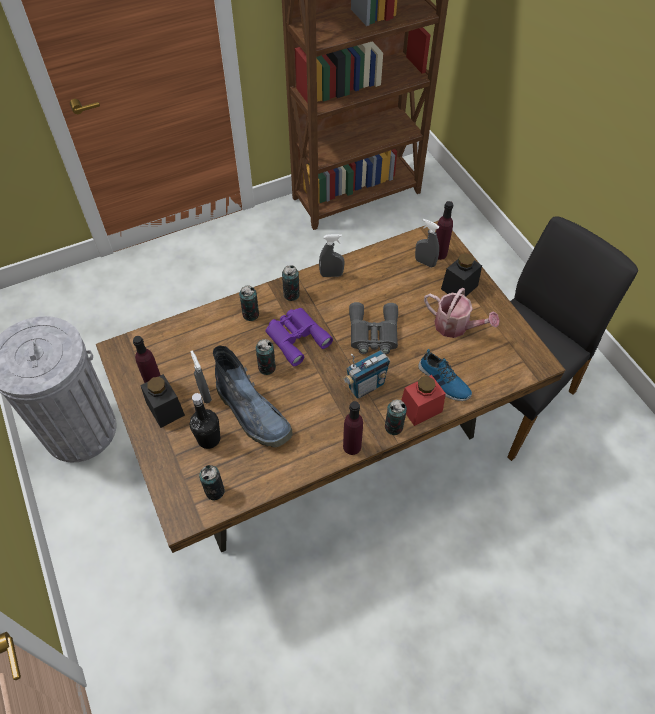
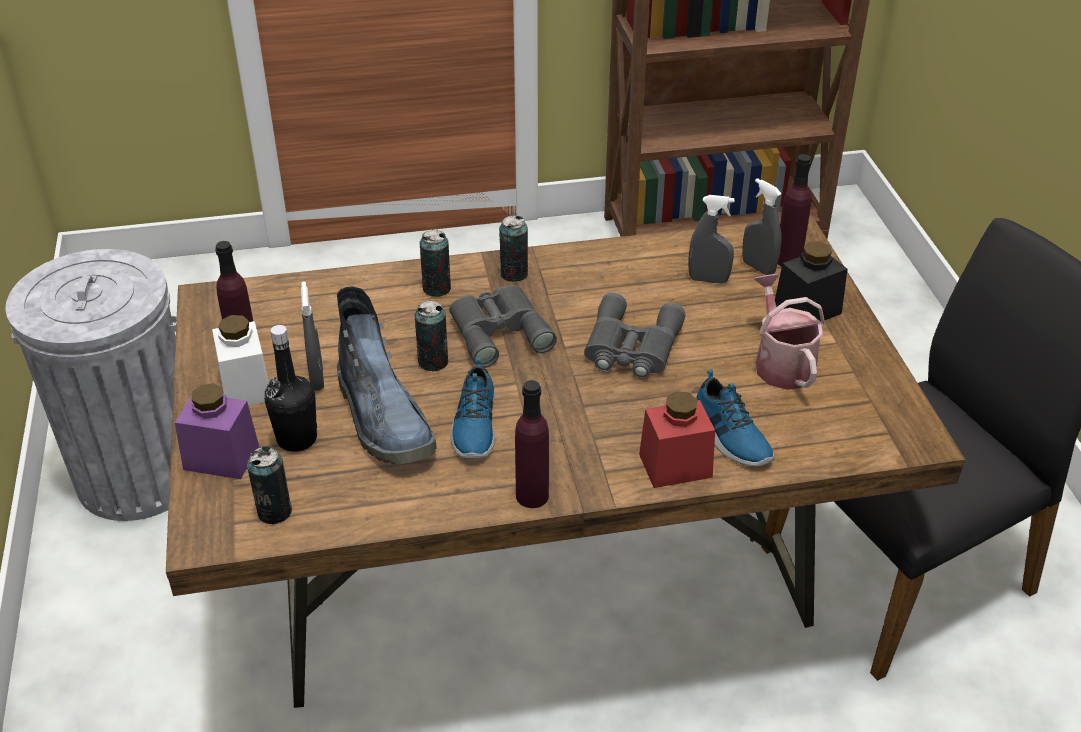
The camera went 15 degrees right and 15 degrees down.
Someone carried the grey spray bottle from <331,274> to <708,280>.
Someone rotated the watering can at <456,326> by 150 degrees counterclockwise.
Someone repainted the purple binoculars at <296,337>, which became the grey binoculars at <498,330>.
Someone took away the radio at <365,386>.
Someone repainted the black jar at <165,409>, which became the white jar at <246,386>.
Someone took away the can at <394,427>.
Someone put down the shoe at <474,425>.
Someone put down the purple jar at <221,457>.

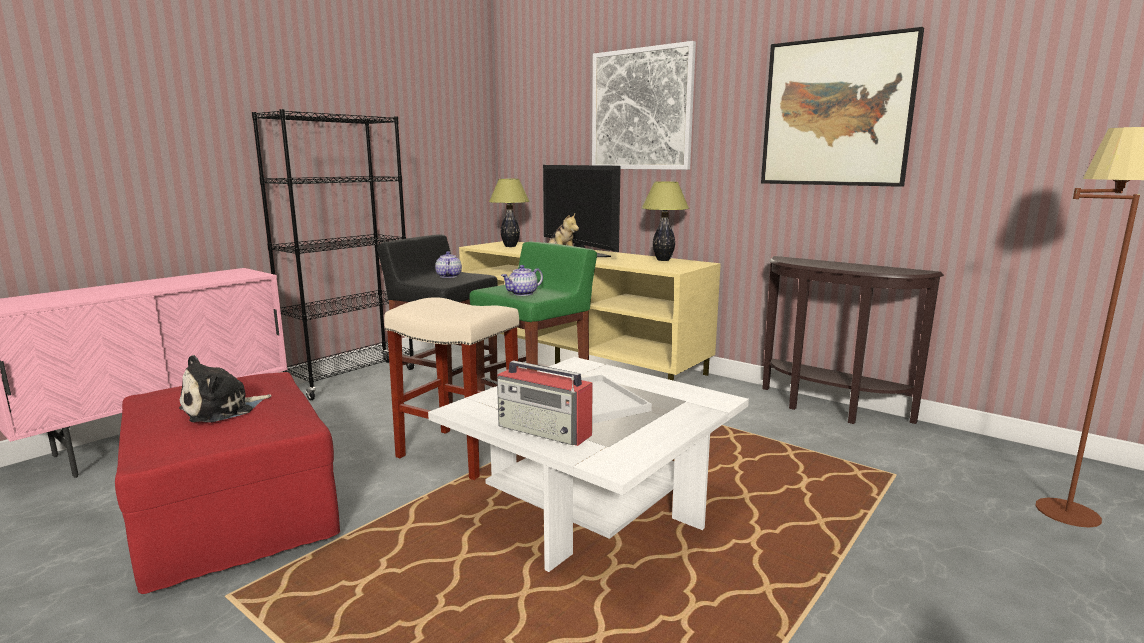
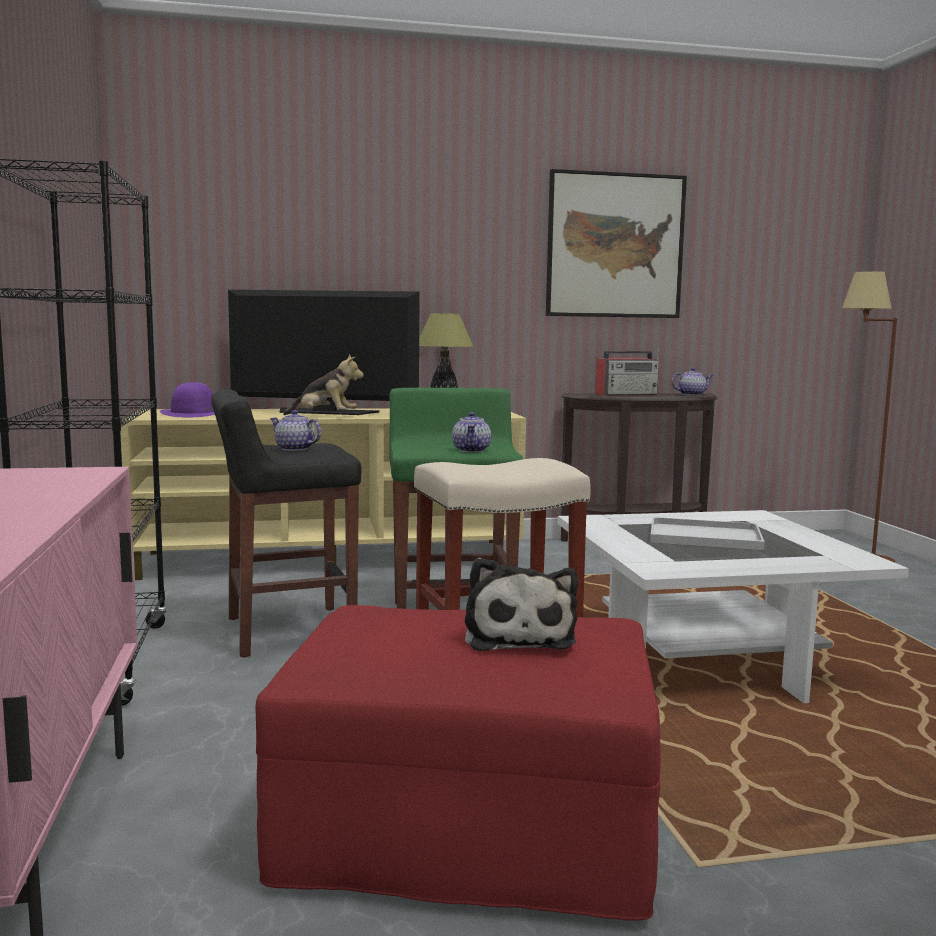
The camera went 50 degrees left and 5 degrees down.
Someone took away the picture at <641,110>.
Someone swapped the table lamp at <510,246> for the purple hat at <193,413>.
Someone carried the radio from <545,431> to <627,394>.
Someone put down the teapot at <691,394>.

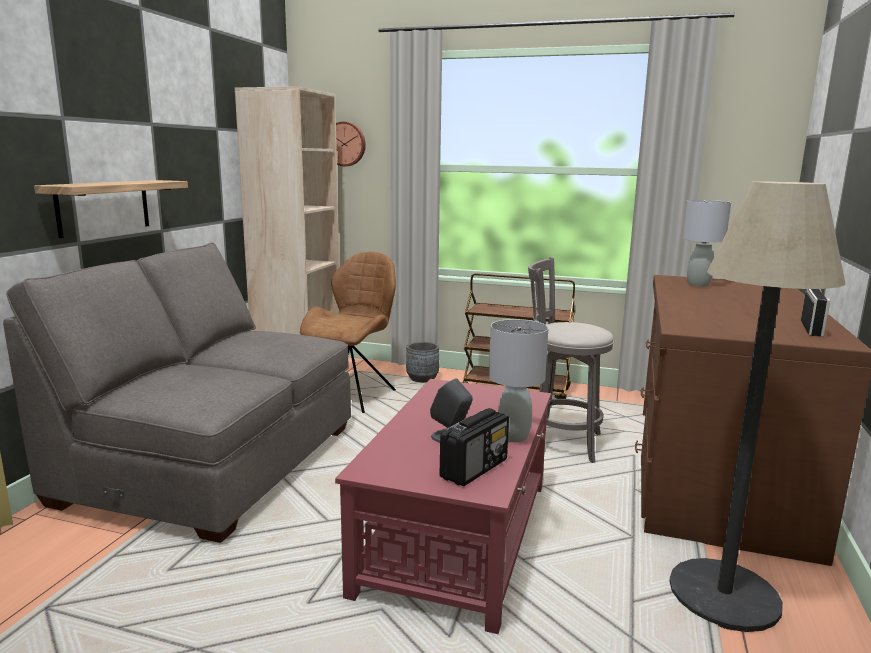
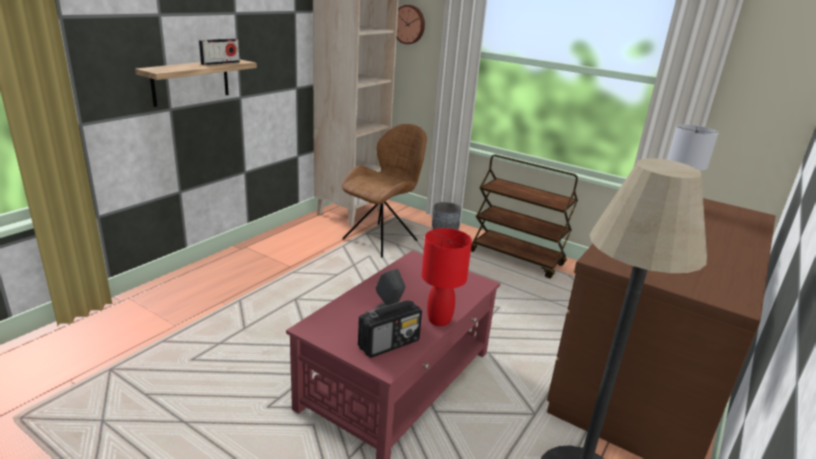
The camera went 15 degrees right and 10 degrees up.
Someone took away the grey sofa at <215,462>.
Someone took away the grey stool at <560,443>.
Someone carried the radio from <811,328> to <220,63>.
Someone repainted the grey table lamp at <513,436>, which became the red table lamp at <438,320>.

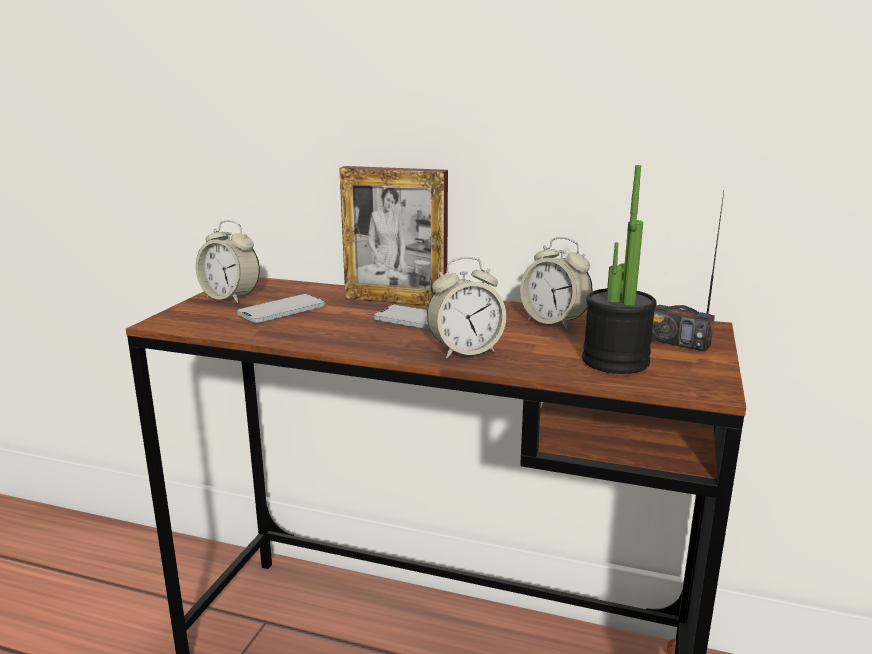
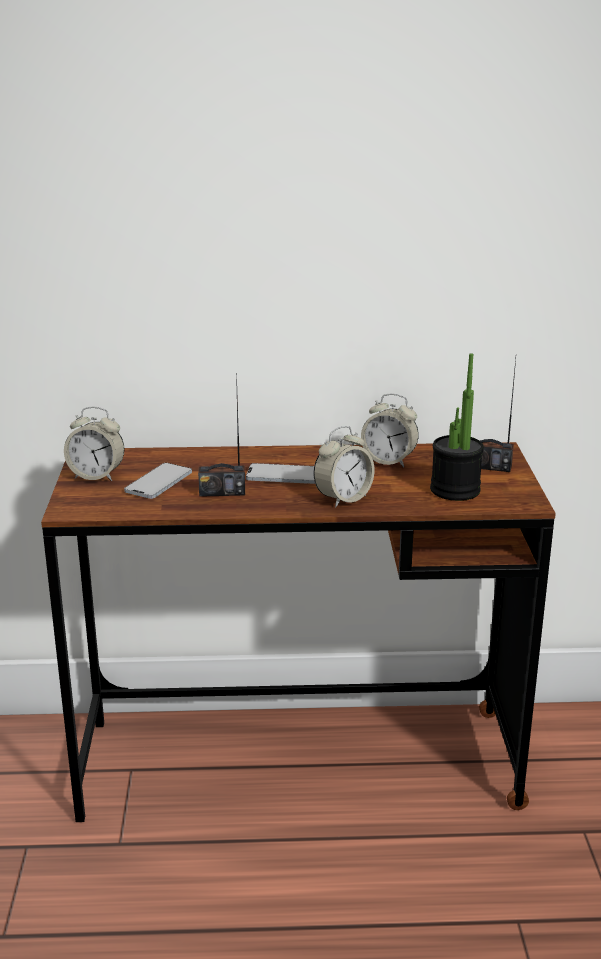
The camera went 20 degrees left and 5 degrees up.
Someone took away the picture frame at <395,300>.
Someone put down the radio at <222,492>.

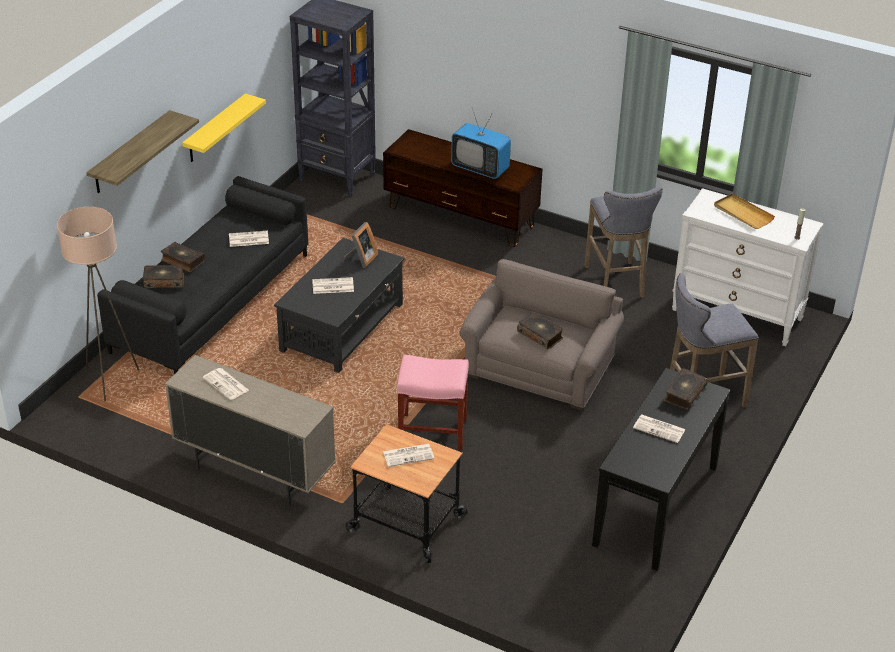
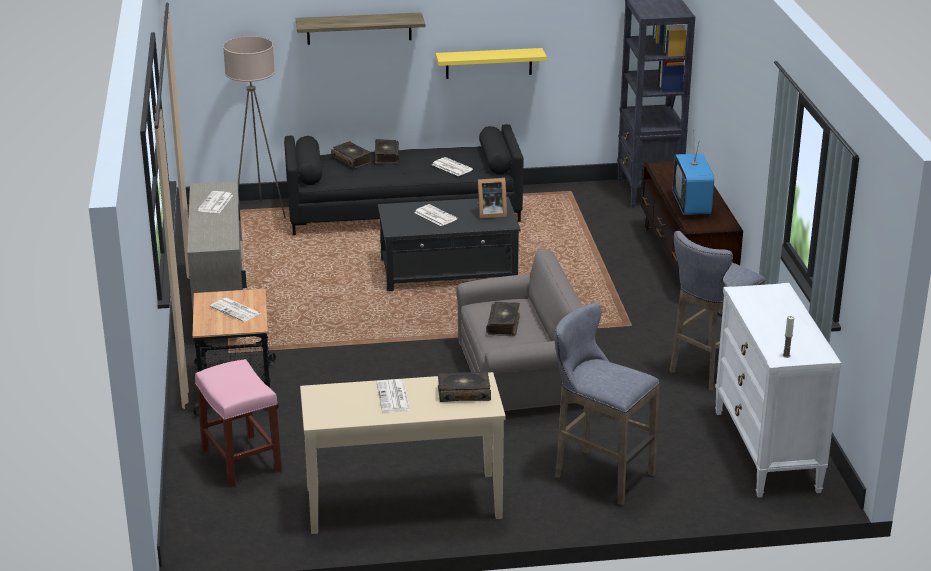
The camera went 55 degrees right and 10 degrees down.
Someone took away the beige tray at <742,213>.
Someone carried the pink stool from <431,431> to <240,460>.
Someone repainted the black console table at <656,505>, which became the beige console table at <403,503>.

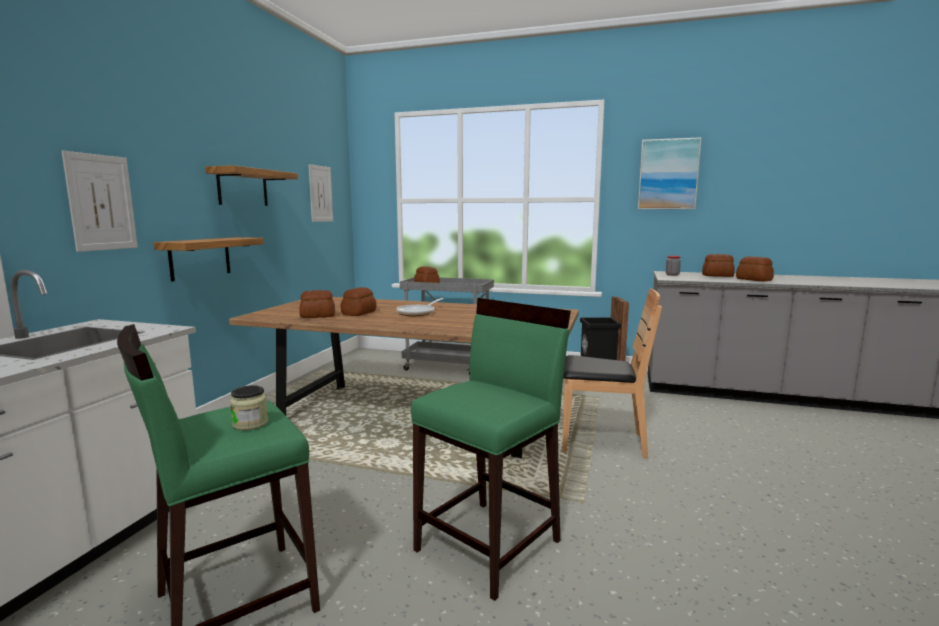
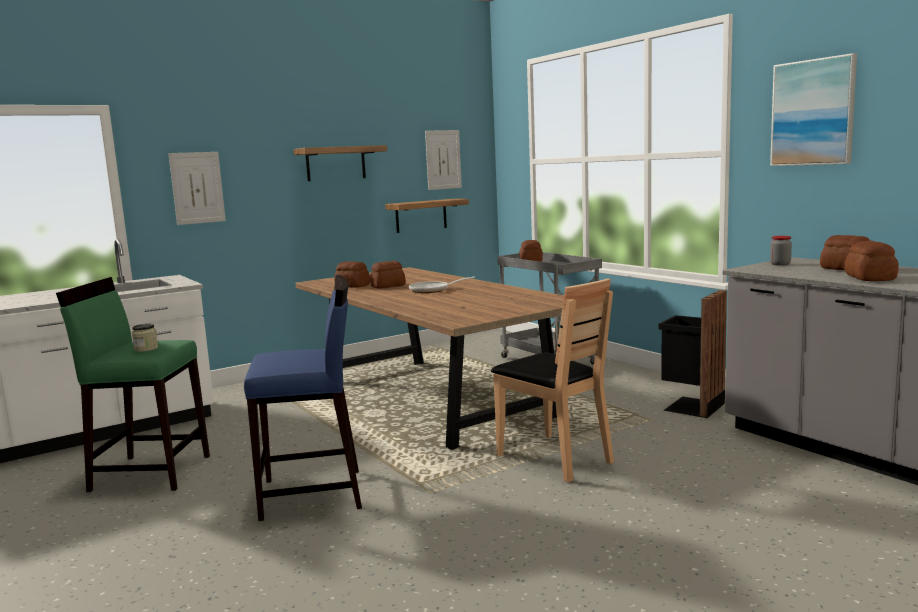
The camera went 40 degrees right and 0 degrees up.
Someone carried the shelf from <200,258> to <421,215>.
Someone repainted the green stool at <490,545>, which became the blue stool at <313,494>.

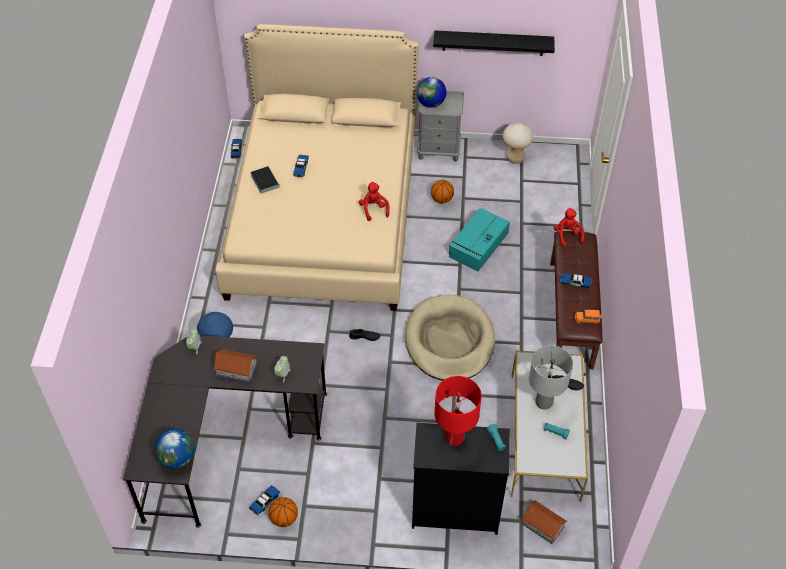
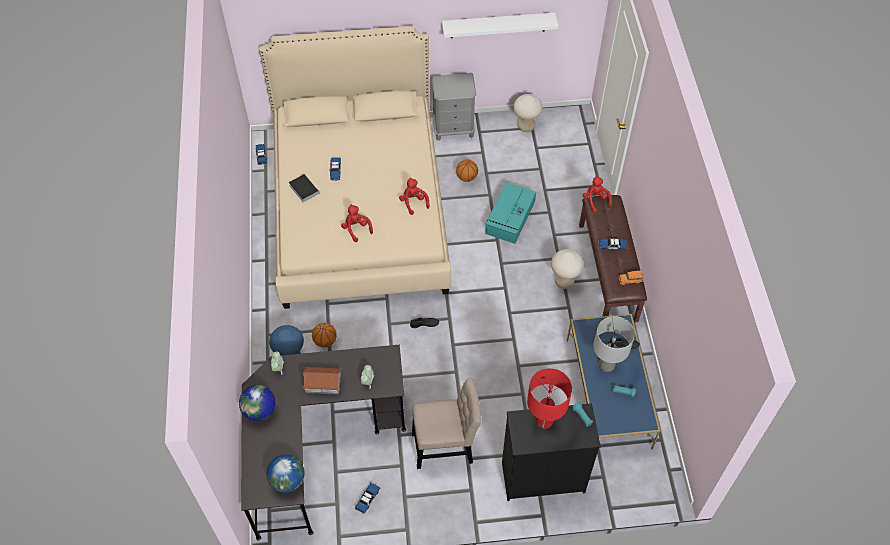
The camera went 10 degrees left and 5 degrees up.
Someone repainted the black shelf at <493,43>, which became the white shelf at <498,25>.
Someone carried the globe from <431,103> to <260,411>.
Someone took away the beige dog bed at <449,341>.
Someone repainted the white coffee table at <544,435>, which became the blue coffee table at <608,392>.
Someone carried the basketball from <284,518> to <325,341>.
Someone took away the toy house at <543,525>.
Someone put down the red plush toy at <356,229>.
Someone put down the beige stool at <564,282>.
Someone put down the beige chair at <446,446>.

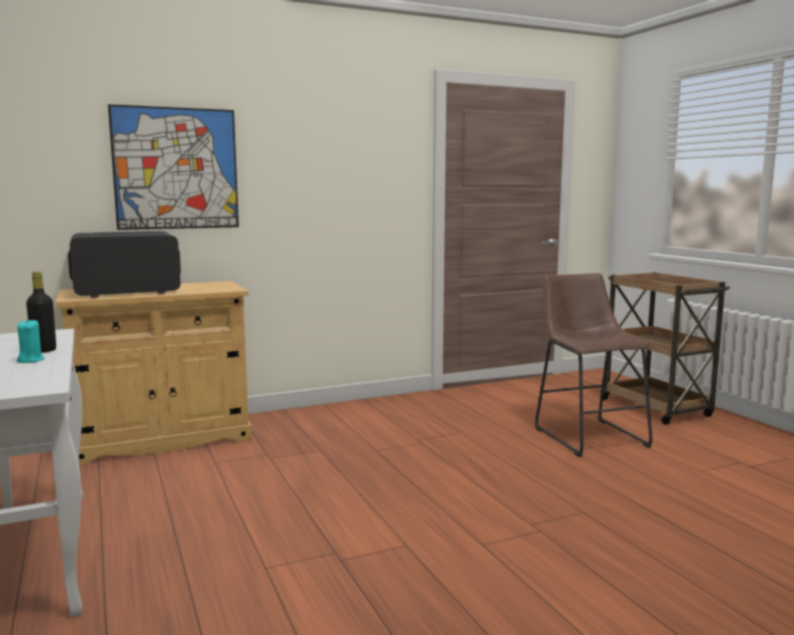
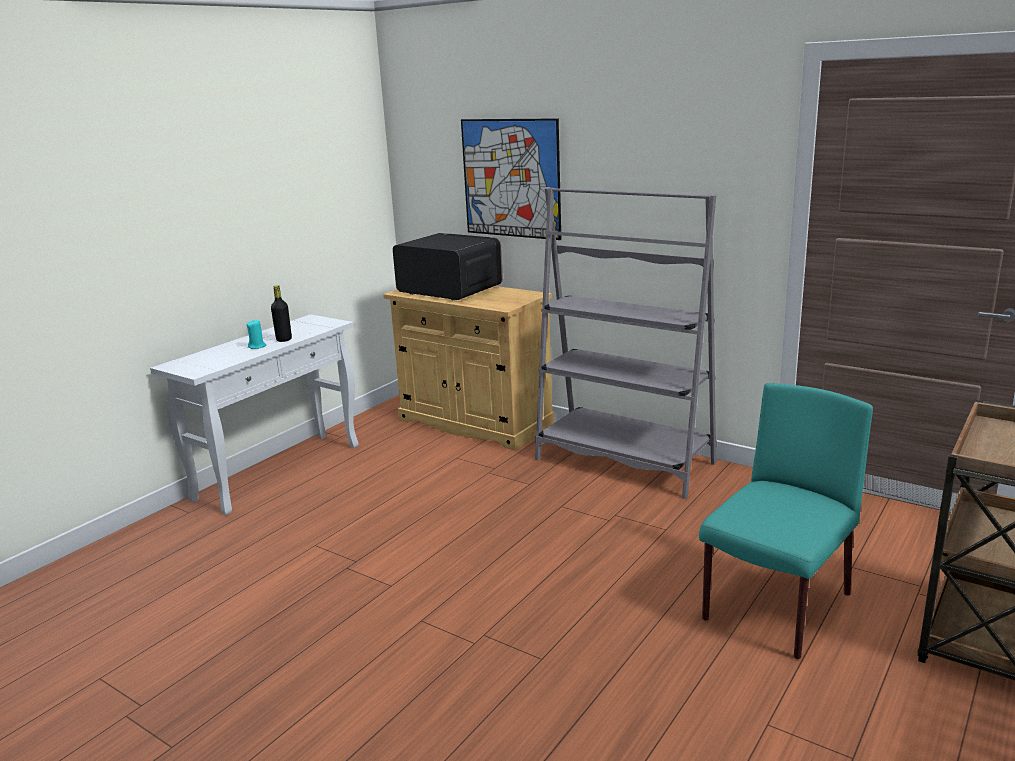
The camera went 60 degrees right and 10 degrees up.
Someone swapped the brown stool at <587,435> for the turquoise chair at <776,608>.
Someone put down the grey bookcase at <624,462>.

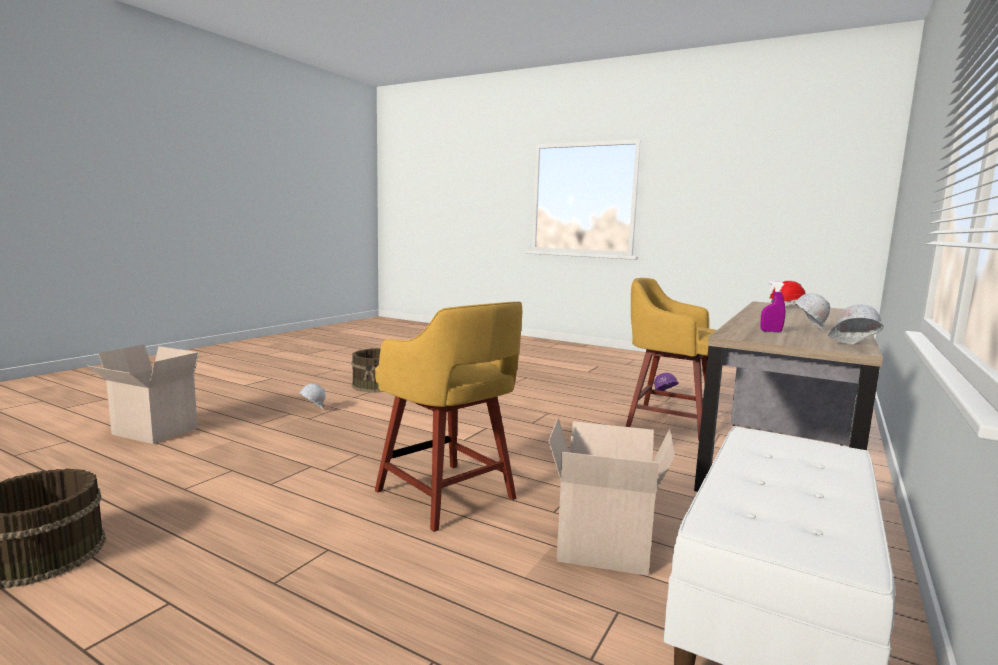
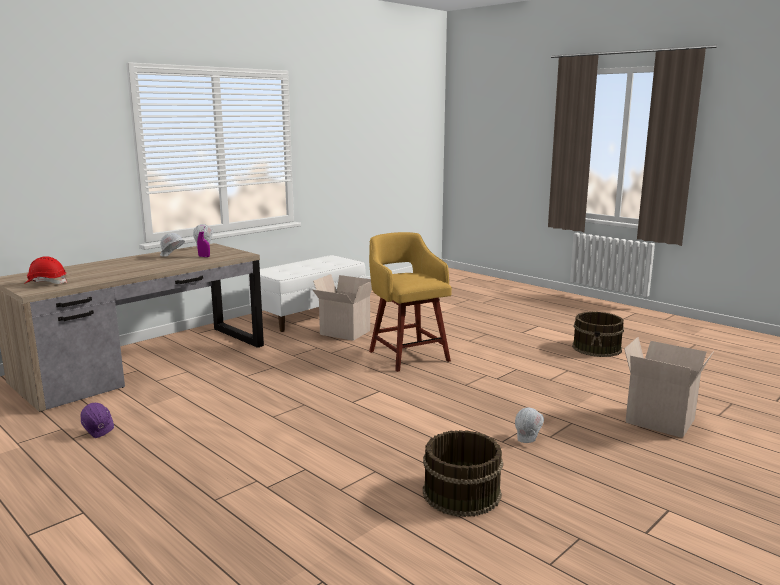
The camera went 165 degrees left and 5 degrees up.
Someone took away the yellow stool at <667,422>.

